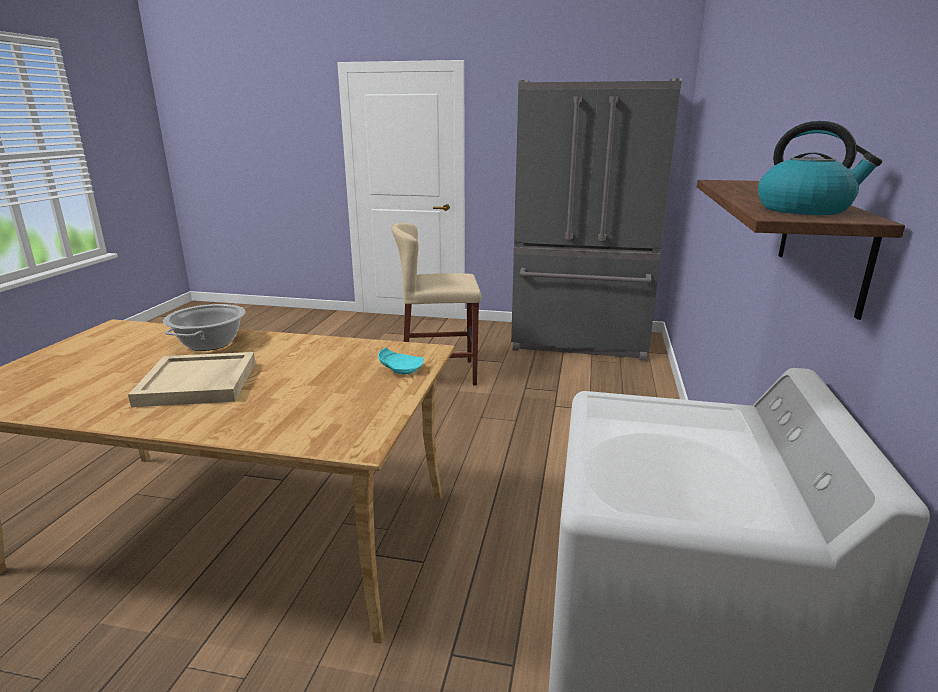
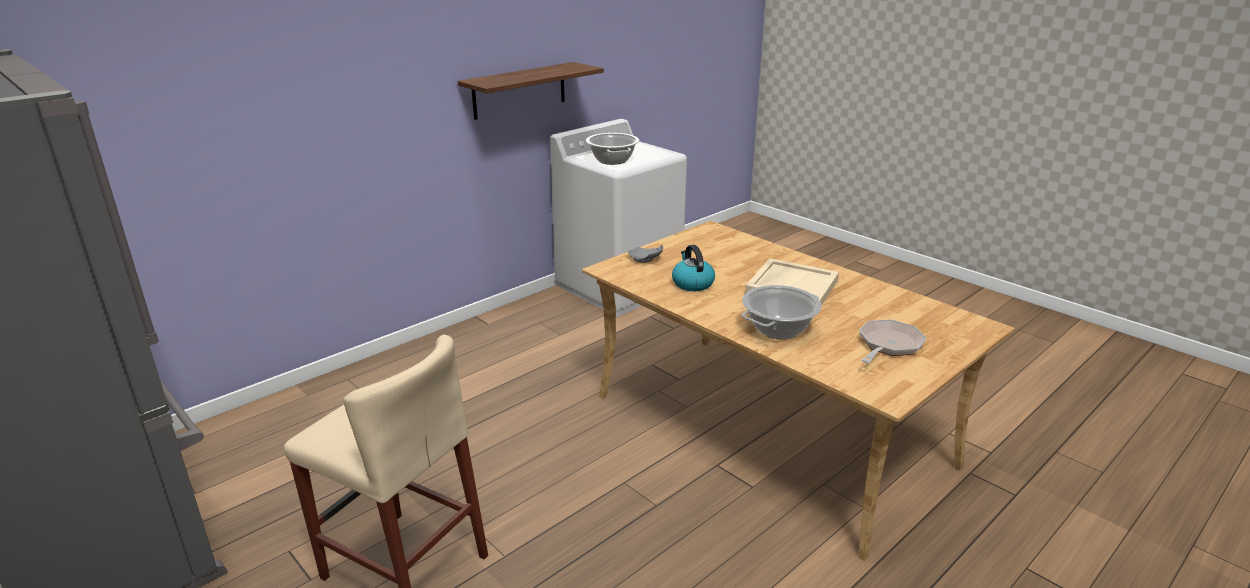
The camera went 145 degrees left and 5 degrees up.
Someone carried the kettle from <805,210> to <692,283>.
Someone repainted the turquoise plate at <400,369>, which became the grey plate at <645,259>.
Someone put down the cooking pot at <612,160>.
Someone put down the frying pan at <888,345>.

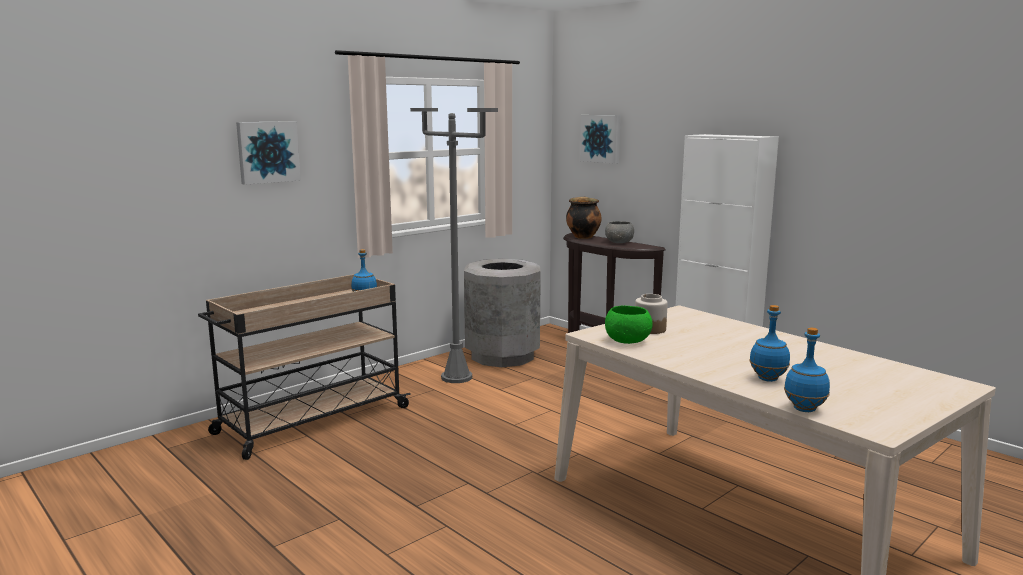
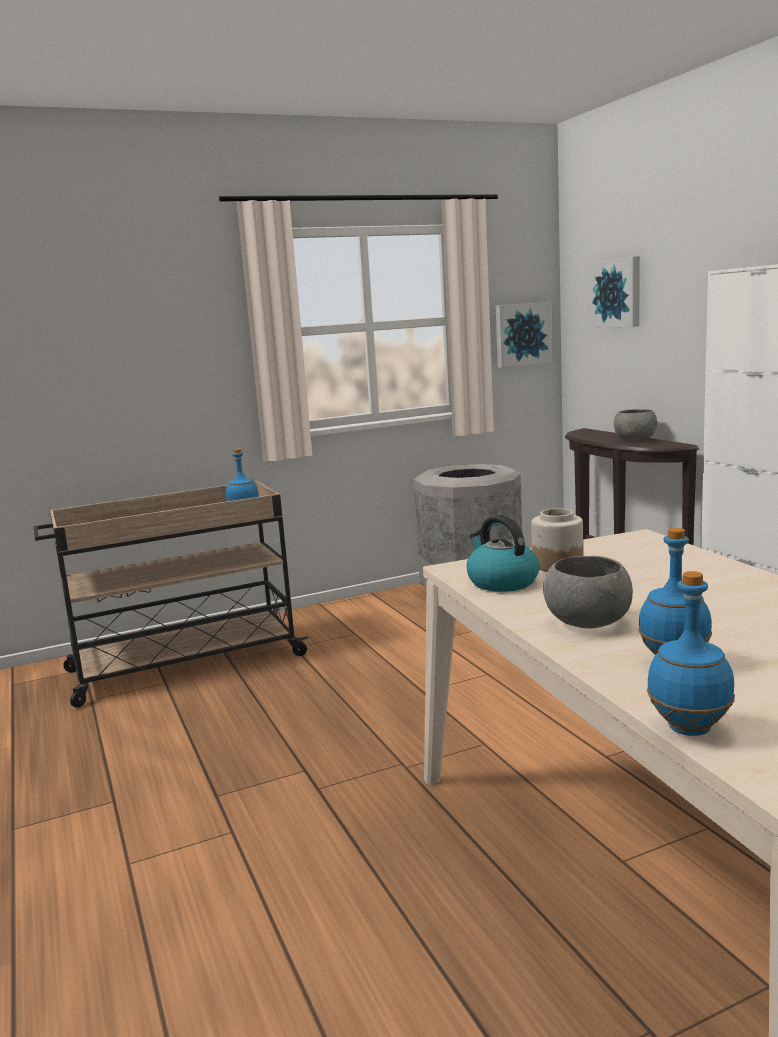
The camera went 20 degrees right and 0 degrees up.
Someone took away the grey floor lamp at <456,377>.
Someone carried the picture from <267,152> to <522,334>.
Someone took away the cooking pot at <582,237>.
Someone swapped the green bowl at <627,341> for the kettle at <501,582>.
Someone put down the grey bowl at <587,622>.

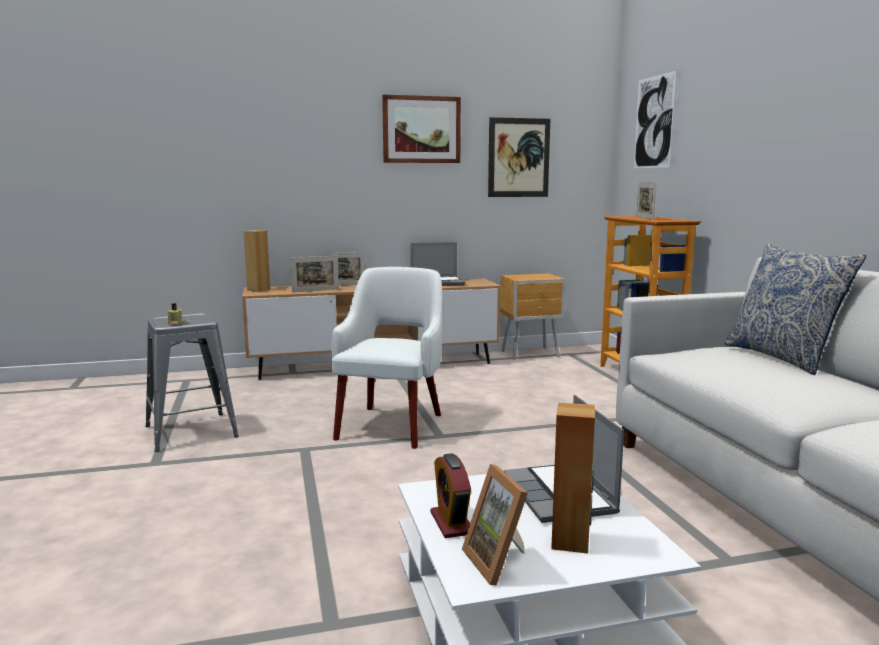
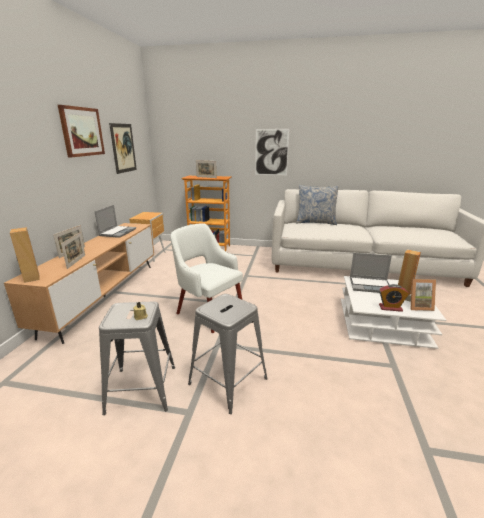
The camera went 65 degrees left and 10 degrees up.
Someone carried the picture from <654,122> to <271,152>.
Someone put down the grey stool at <228,381>.

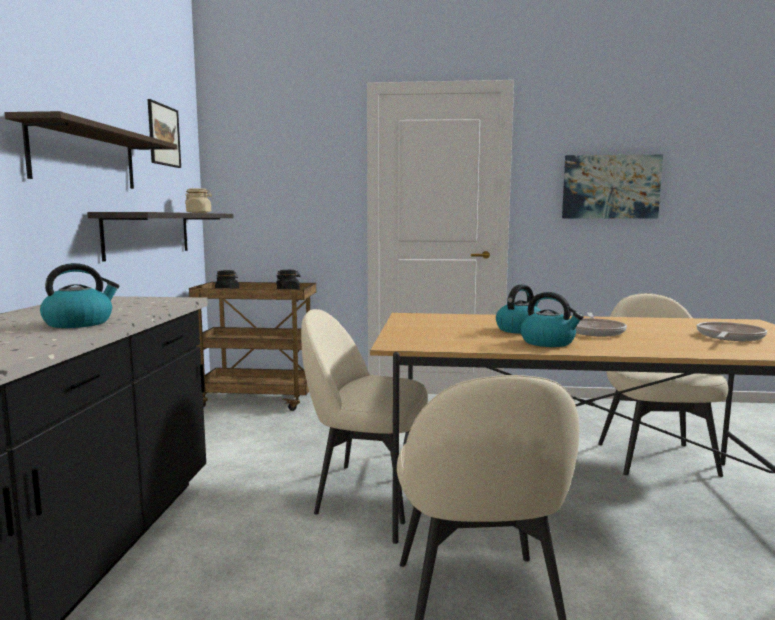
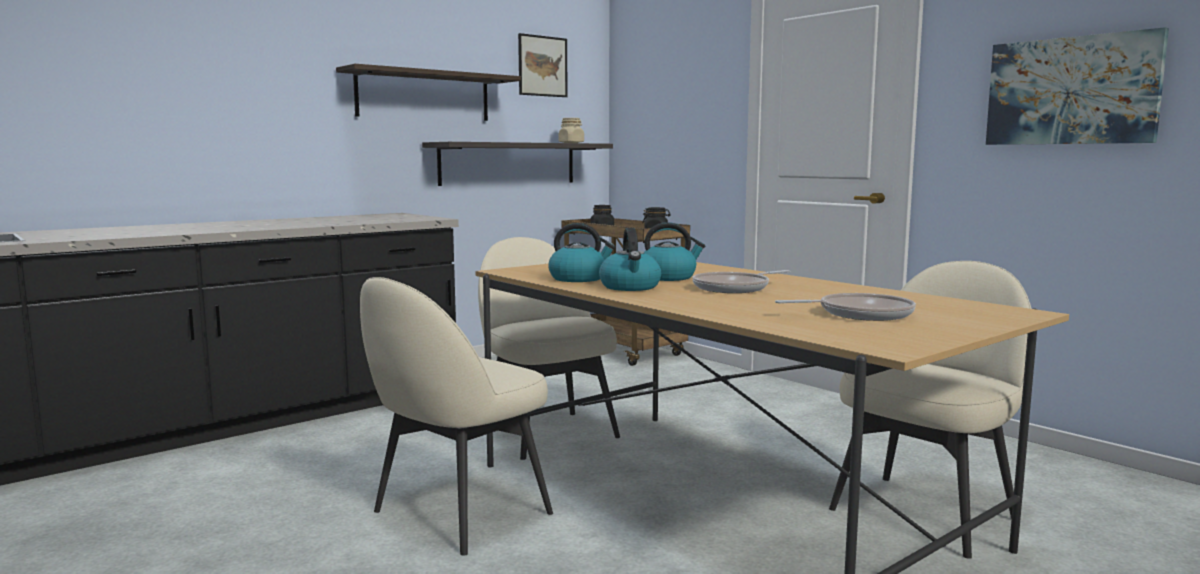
The camera went 45 degrees right and 0 degrees up.
Someone carried the kettle from <80,323> to <579,278>.

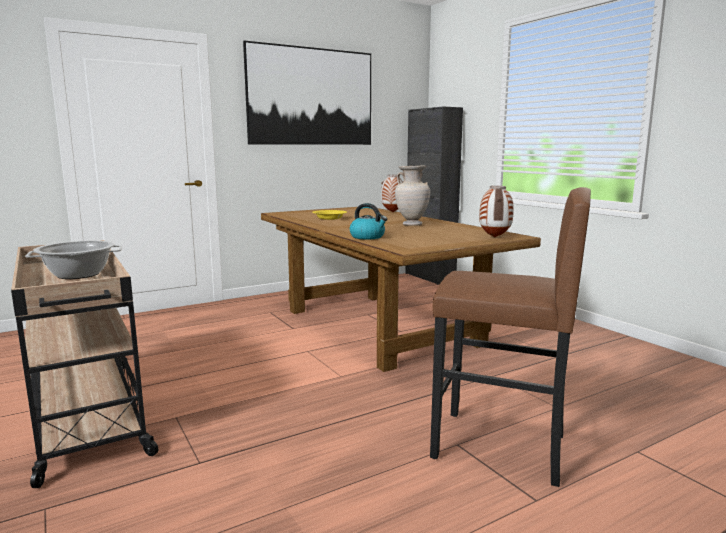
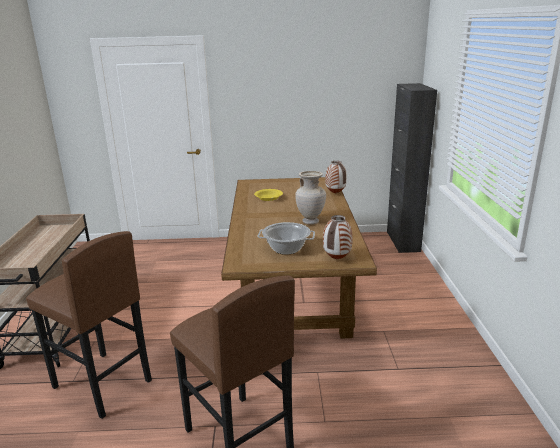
The camera went 30 degrees right and 10 degrees up.
Someone took away the picture at <311,97>.
Someone took away the kettle at <368,237>.
Someone carried the cooking pot from <79,274> to <286,249>.
Someone put down the brown stool at <102,384>.

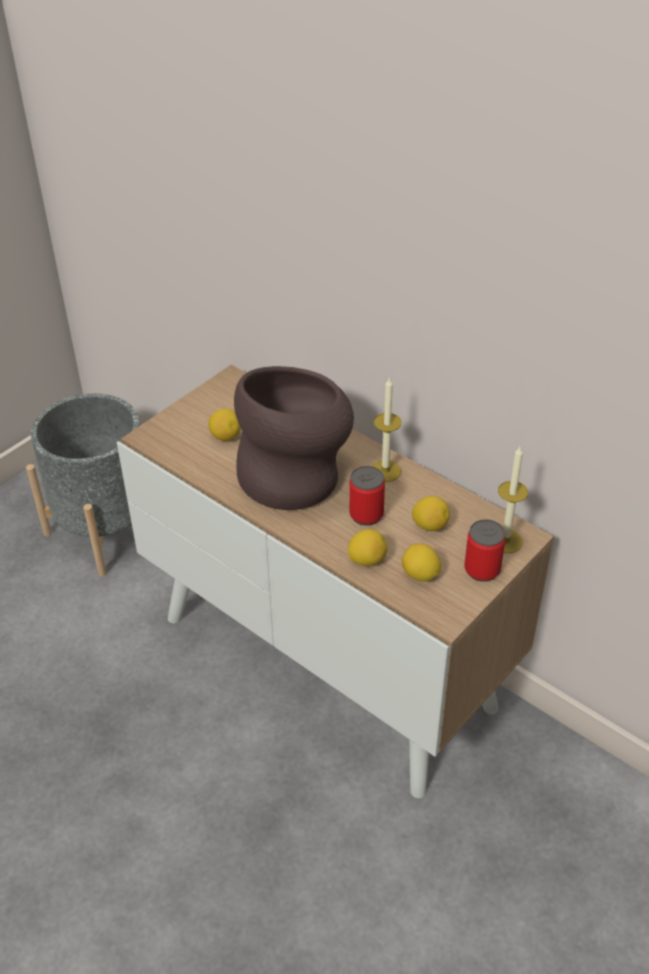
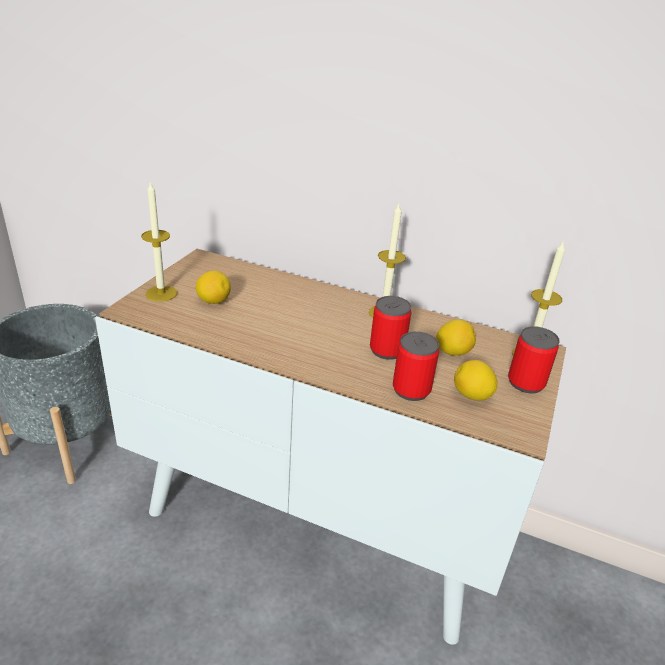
The camera went 20 degrees left and 10 degrees down.
Someone took away the brown vase at <296,477>.
Someone swapped the lemon at <367,560> for the can at <411,390>.
Someone put down the candle at <161,293>.

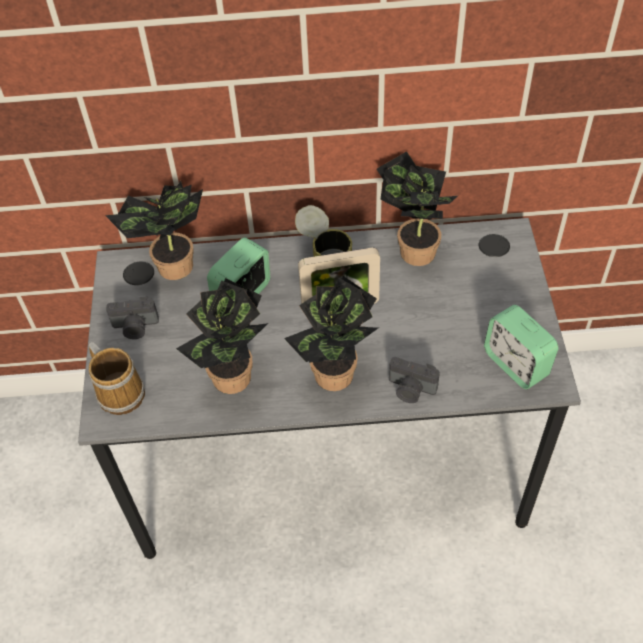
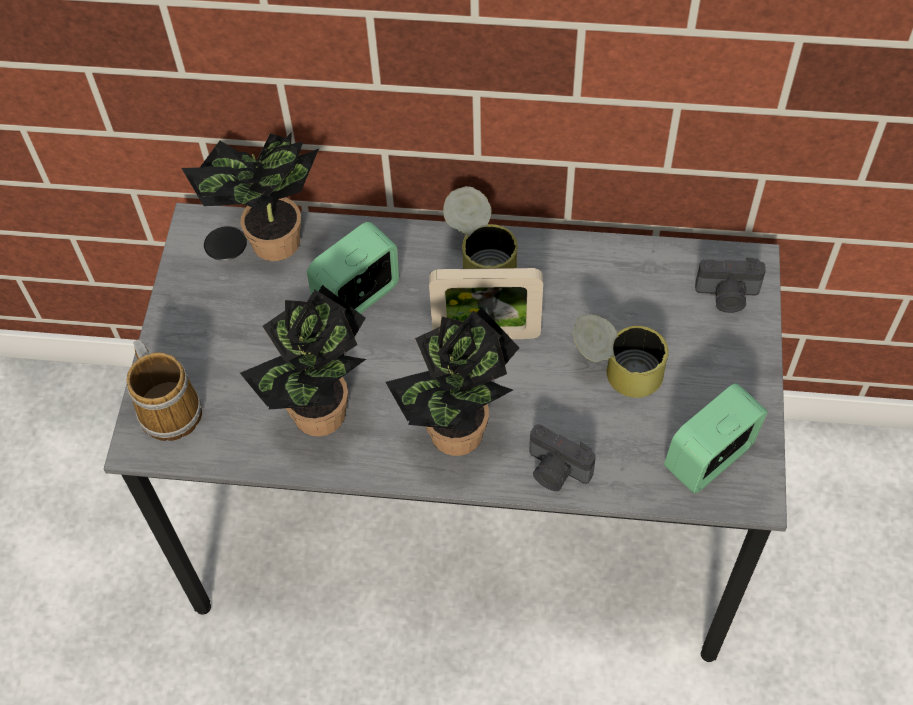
The camera went 10 degrees right and 5 degrees up.
Someone took away the potted plant at <412,250>.
Someone carried the photo camera from <135,327> to <727,296>.
Someone rotated the alarm clock at <516,364> by 75 degrees clockwise.
Someone put down the can at <617,370>.

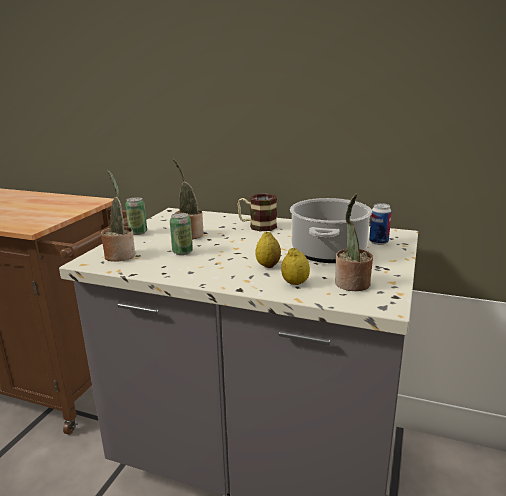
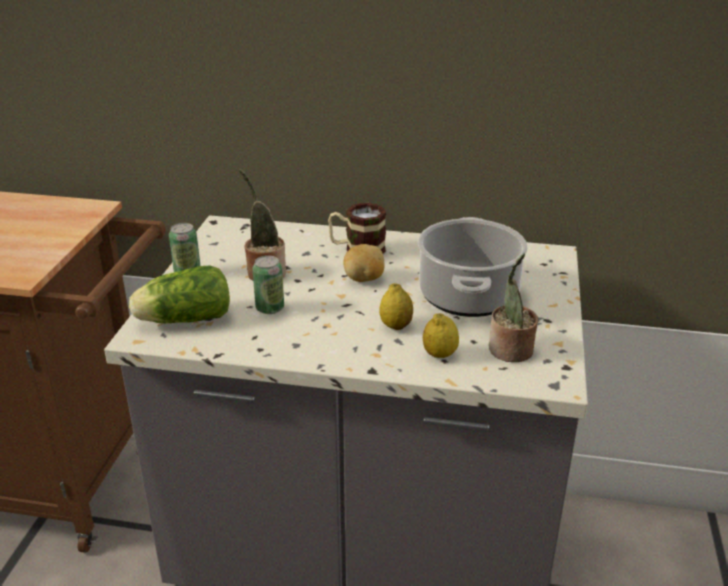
The camera went 10 degrees left and 10 degrees up.
Someone swapped the potted plant at <120,255> for the lettuce at <182,319>.
Someone took away the can at <378,242>.
Someone put down the potato at <364,279>.

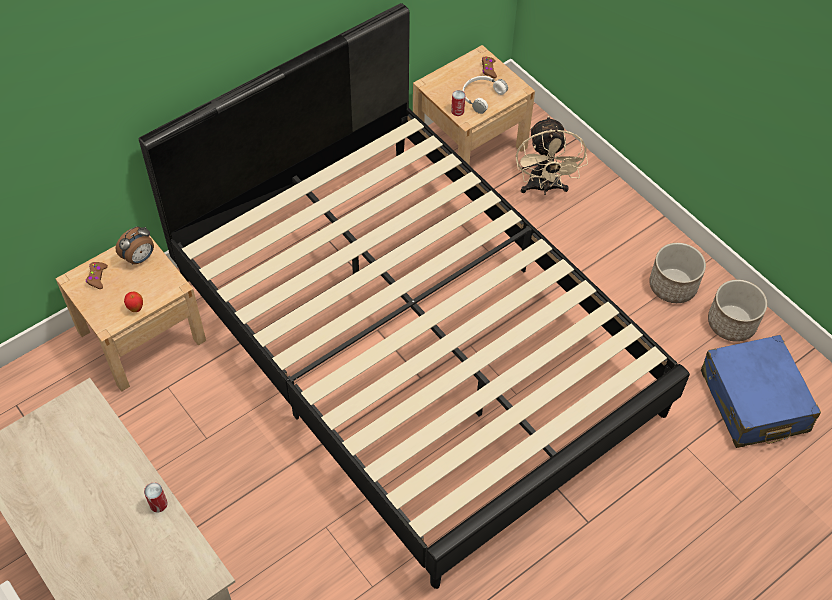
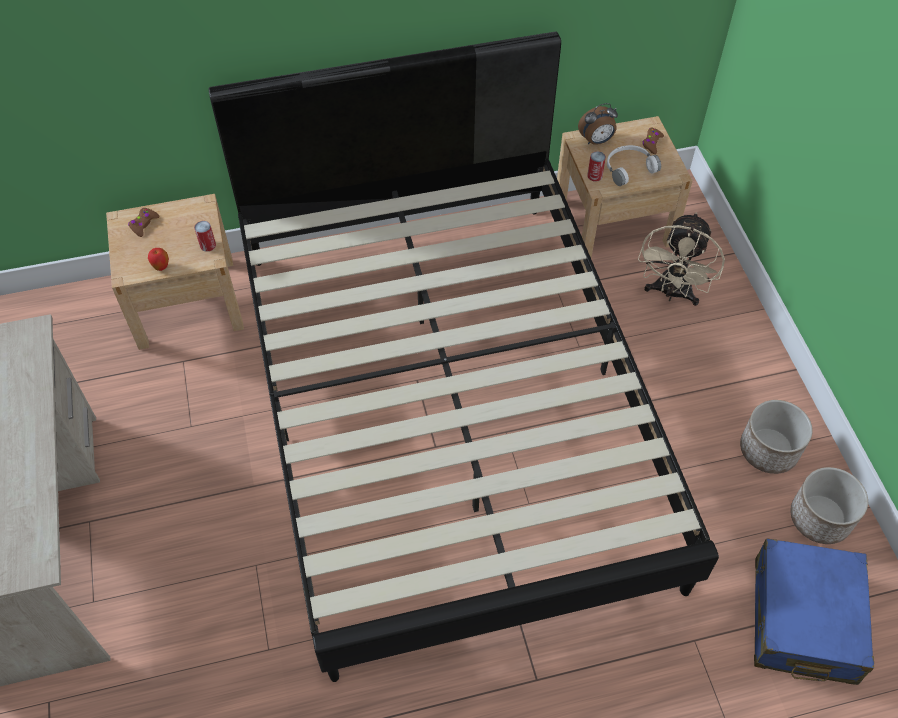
The camera went 25 degrees right and 0 degrees up.
Someone carried the alarm clock from <140,258> to <596,141>.
Someone carried the can from <158,504> to <208,245>.

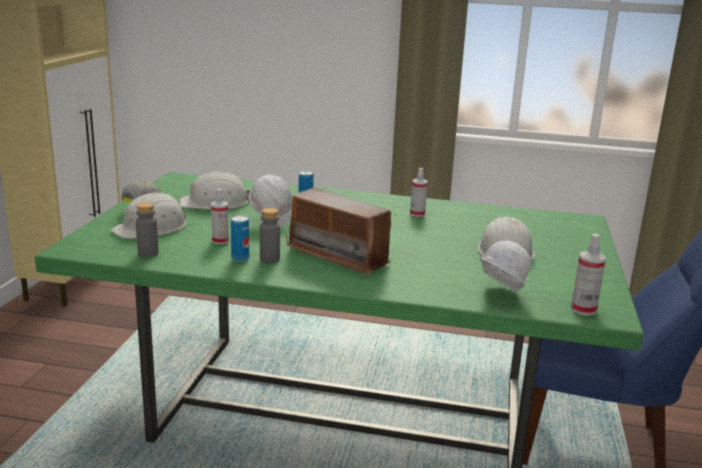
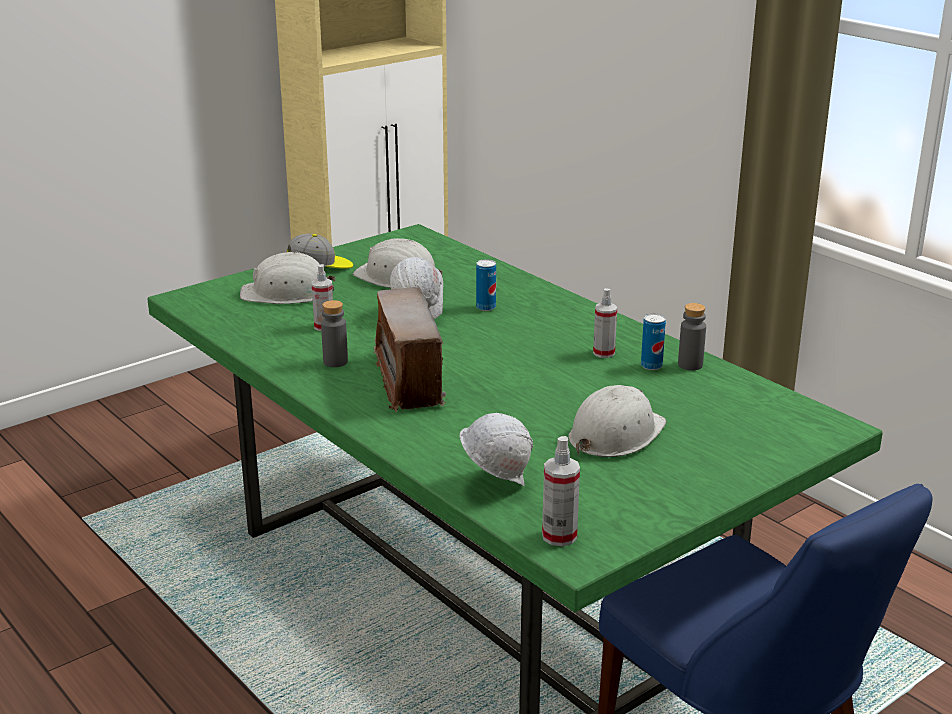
The camera went 40 degrees right and 5 degrees up.
Someone carried the grey bottle from <148,253> to <690,365>.
Someone carried the can from <240,258> to <651,366>.

